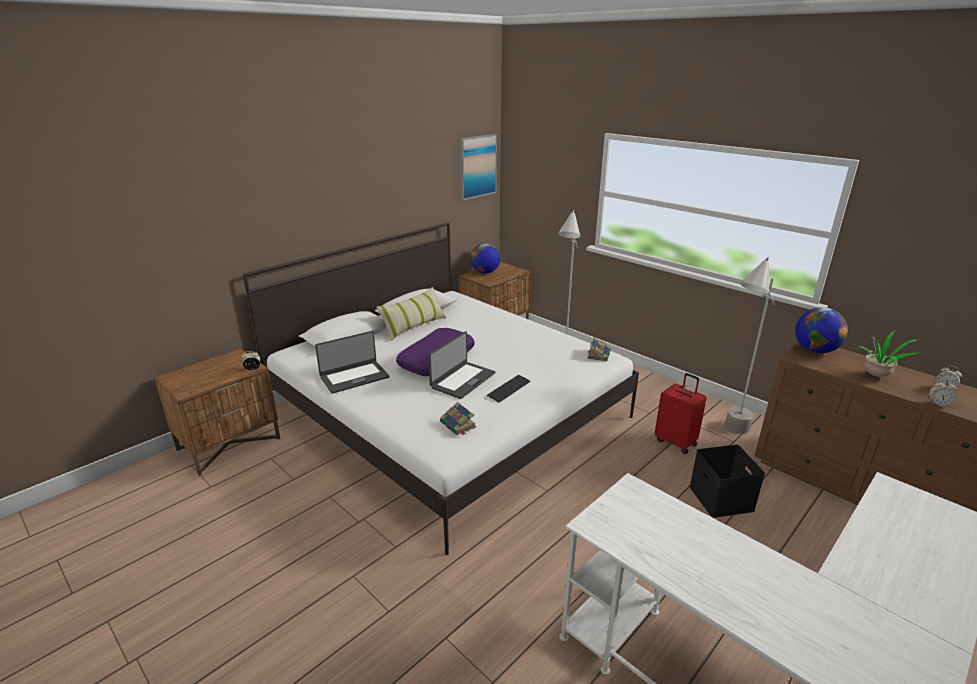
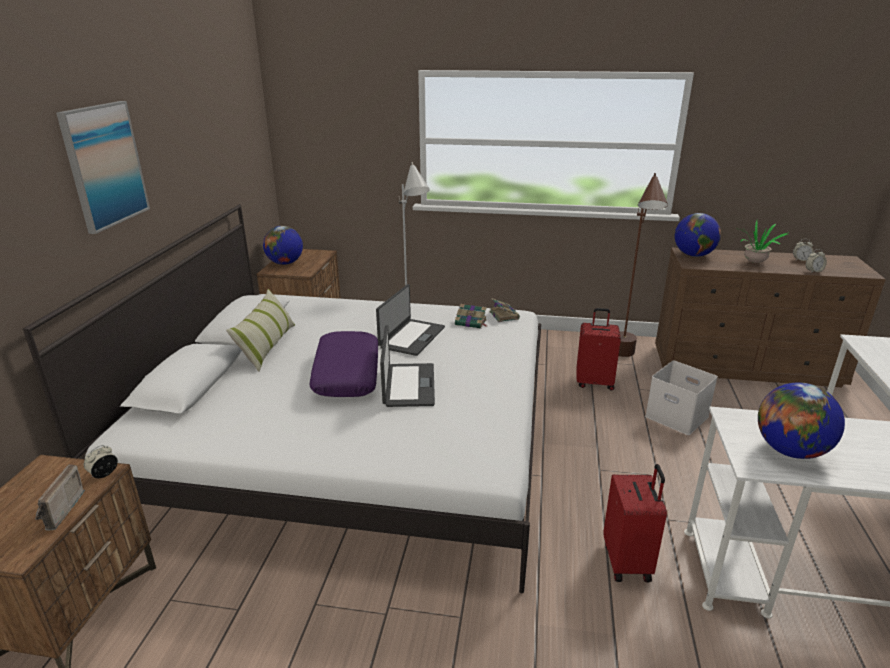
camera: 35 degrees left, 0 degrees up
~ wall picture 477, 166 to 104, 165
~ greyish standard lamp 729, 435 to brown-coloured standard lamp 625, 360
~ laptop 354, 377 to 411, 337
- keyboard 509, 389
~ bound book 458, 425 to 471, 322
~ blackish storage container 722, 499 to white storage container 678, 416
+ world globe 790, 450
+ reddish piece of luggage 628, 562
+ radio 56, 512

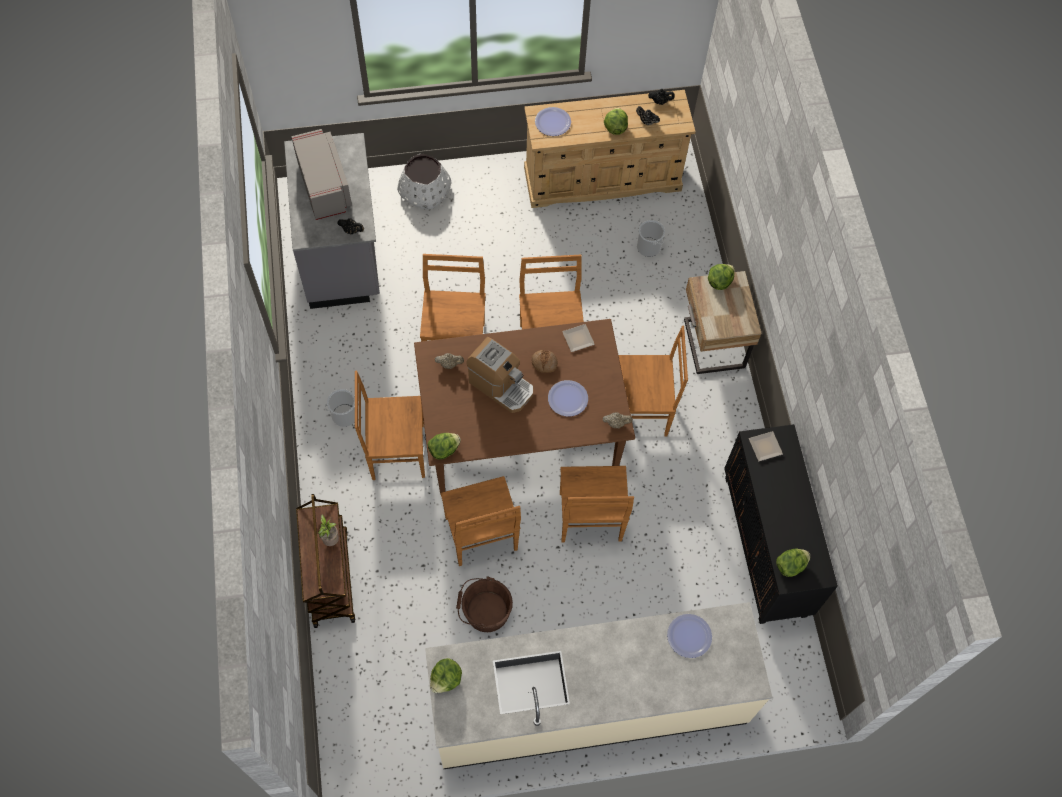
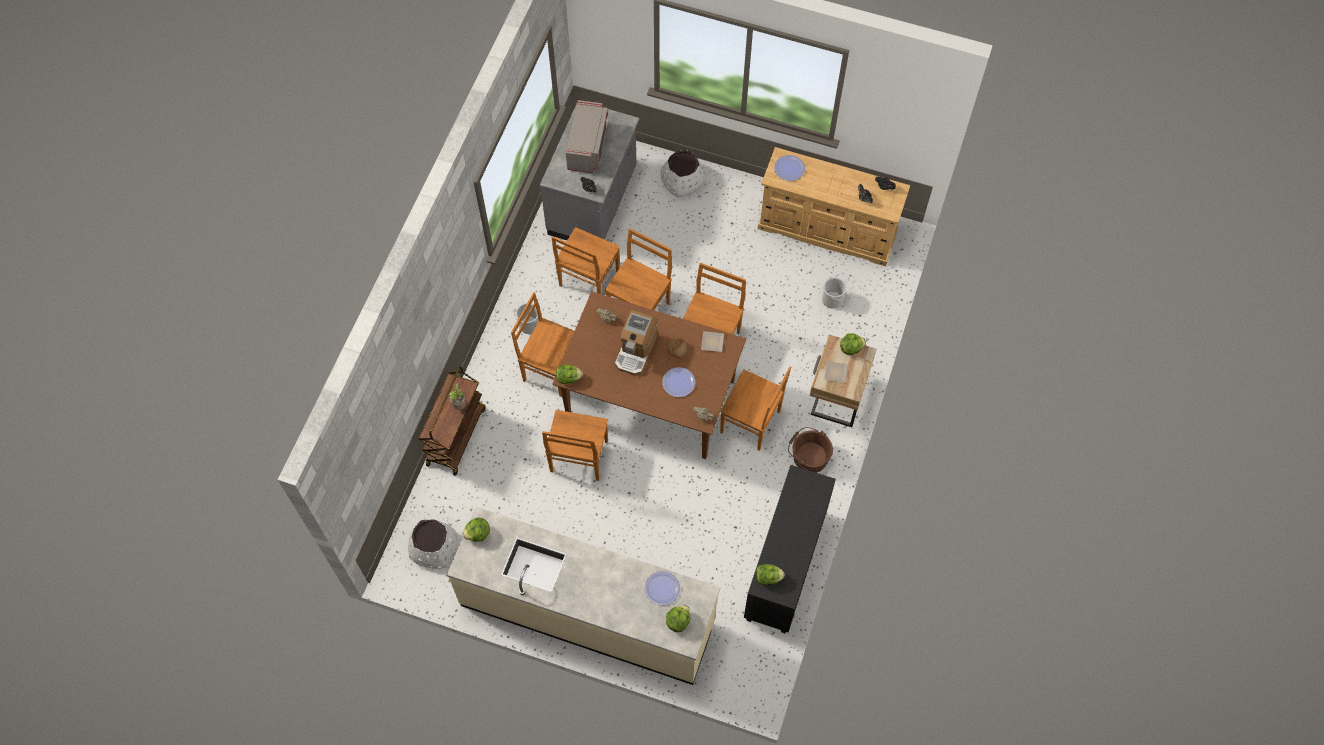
camera: 30 degrees right, 0 degrees up
~ lettuce 615, 128 to 678, 621
~ coffee maker 501, 386 = 636, 351 45 degrees clockwise
~ flat dish 765, 446 to 836, 372
~ brown-coloured upright chair 590, 519 to 588, 280
~ brown-coloured pail 484, 611 to 808, 456
+ white flower pot 434, 547

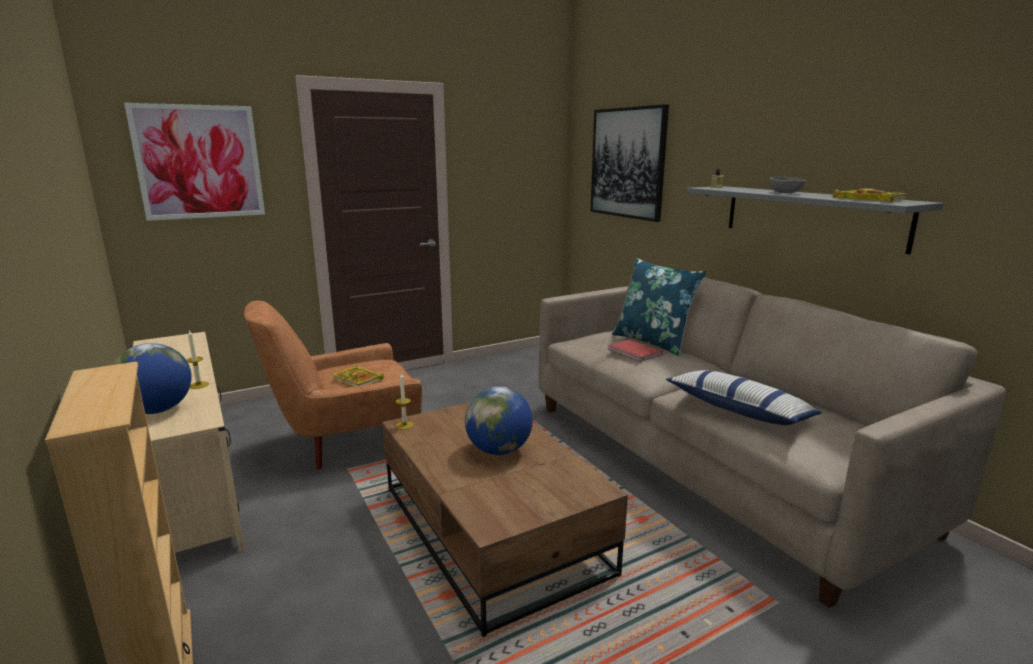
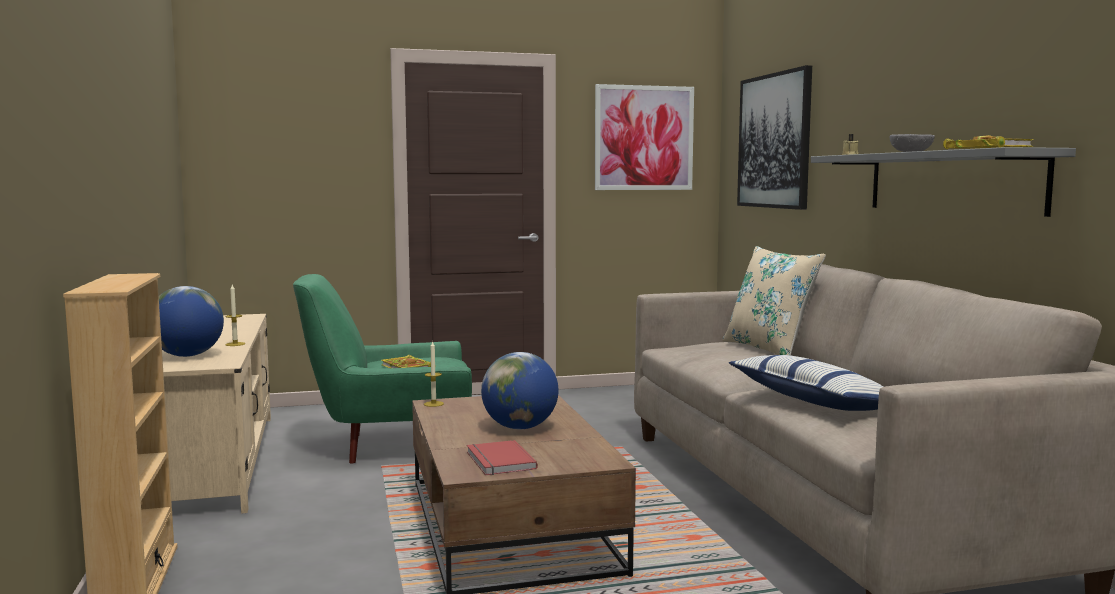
camera: 15 degrees right, 10 degrees down
~ wall picture 199, 162 to 644, 138
~ bluish cushion 653, 342 to sand-coloured cushion 769, 349
~ brown-coloured armchair 347, 443 to green armchair 392, 446
~ reddish bound book 633, 353 to 498, 461

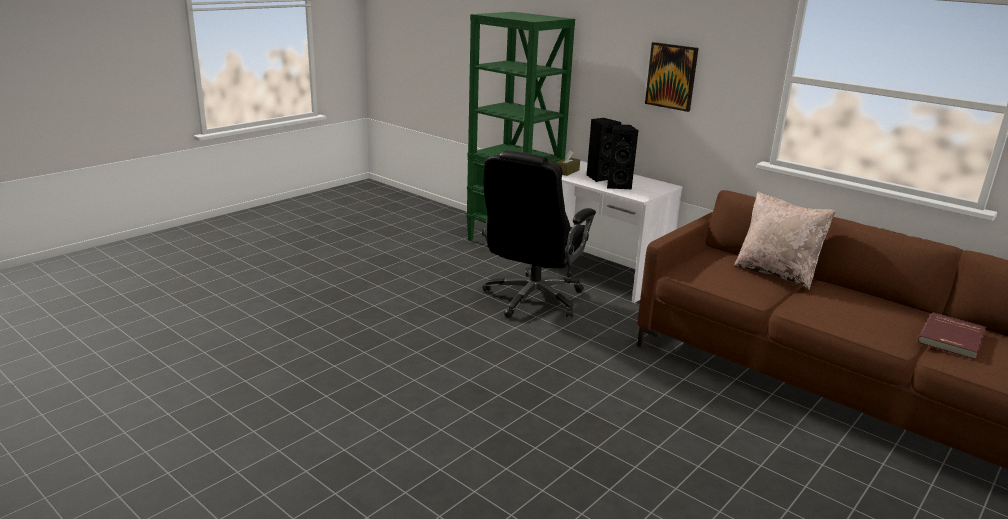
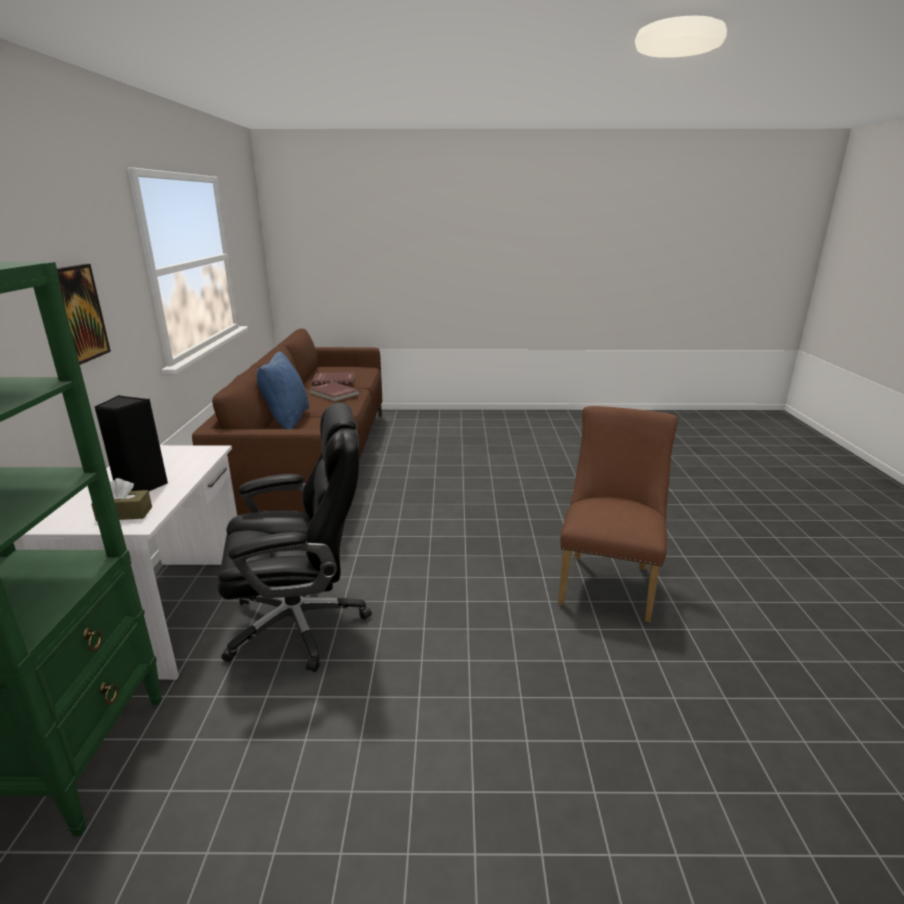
camera: 130 degrees left, 0 degrees up
- blackish speaker 618, 185
~ sand-coloured cushion 776, 273 to bluish cushion 287, 420
+ reddish bound book 333, 394
+ brown-coloured upright chair 608, 581

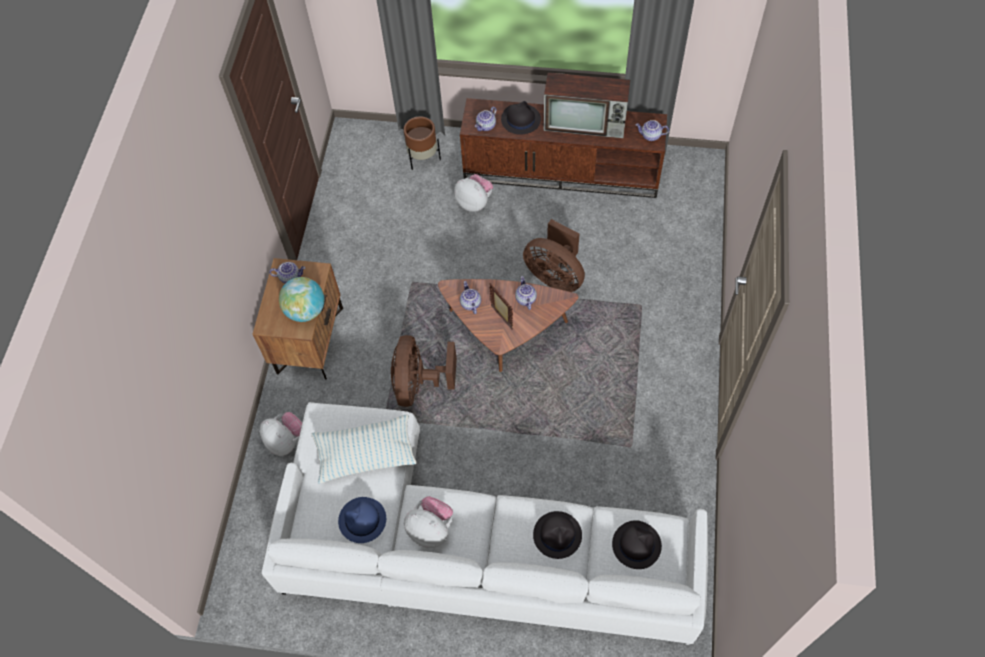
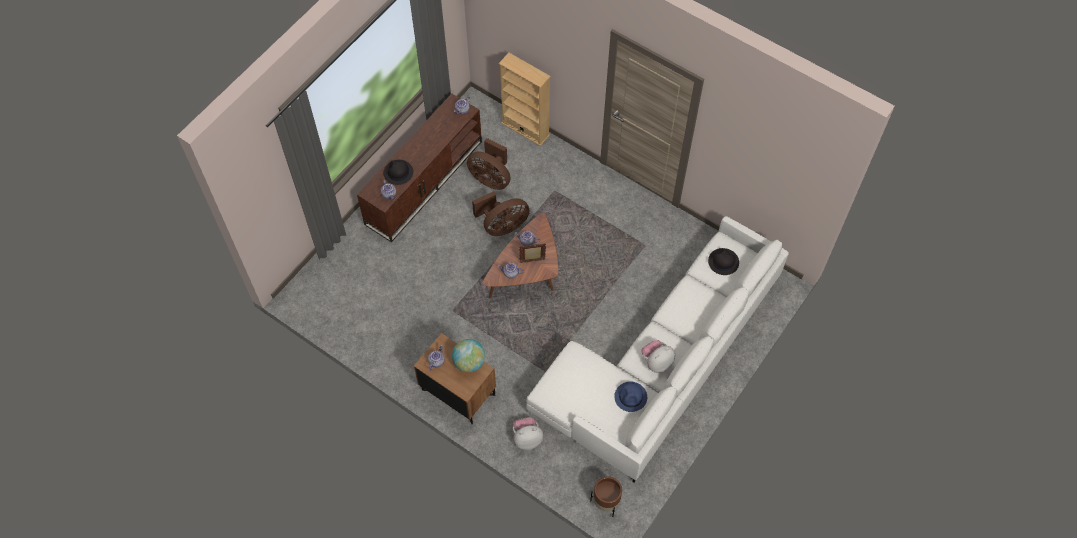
camera: 65 degrees left, 0 degrees up
- TV set 586, 123
~ brown-coloured flower pot 423, 158 to 606, 503
- plush toy 474, 202
~ brown-coloured cooling fan 419, 384 to 491, 178
- cushion 365, 454
- blackish wearable hat 558, 535
+ sand-coloured bookshelf 525, 129

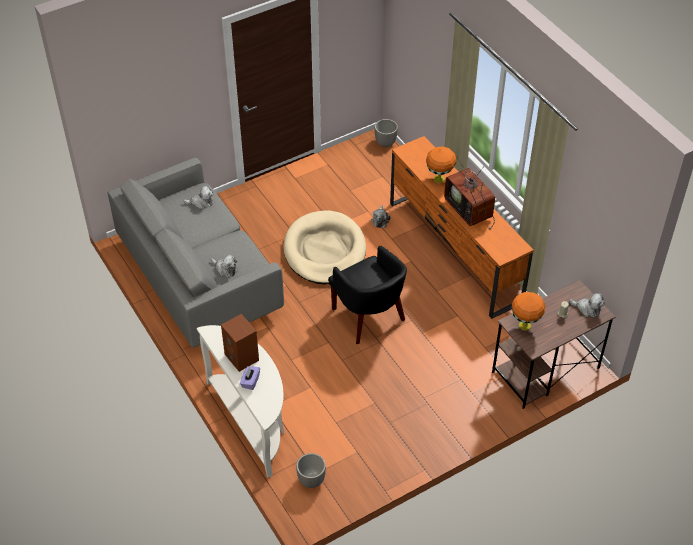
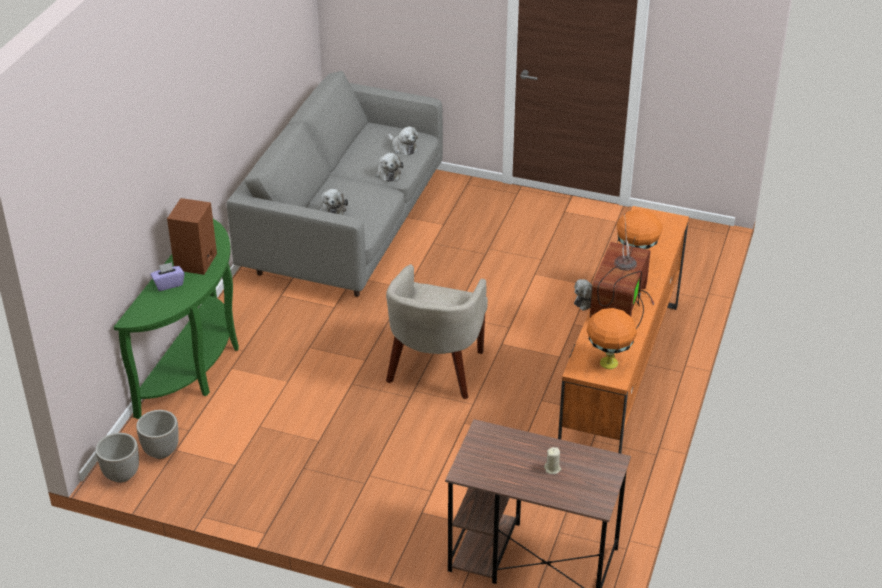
camera: 50 degrees right, 10 degrees down
~ flower pot 385, 143 to 121, 475
- sand-coloured dog cushion 325, 251
~ blackish armchair 369, 317 to sand-coloured armchair 435, 370
~ orange table lamp 525, 326 to 608, 363
~ plush toy 587, 309 to 388, 173
~ white console table 252, 421 to green console table 197, 366

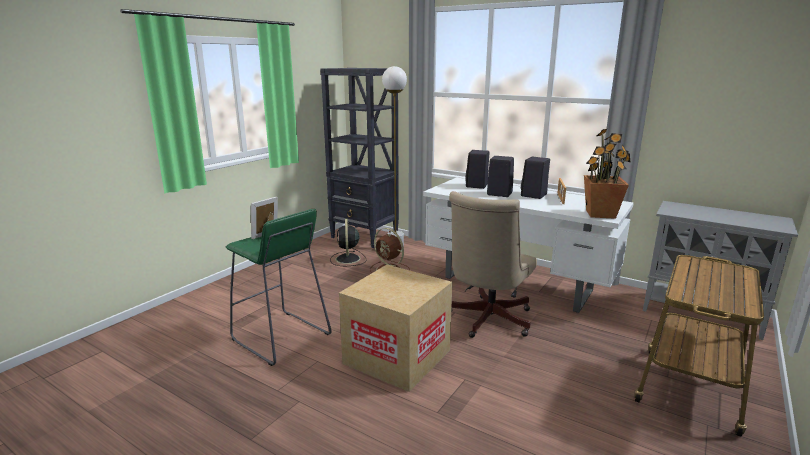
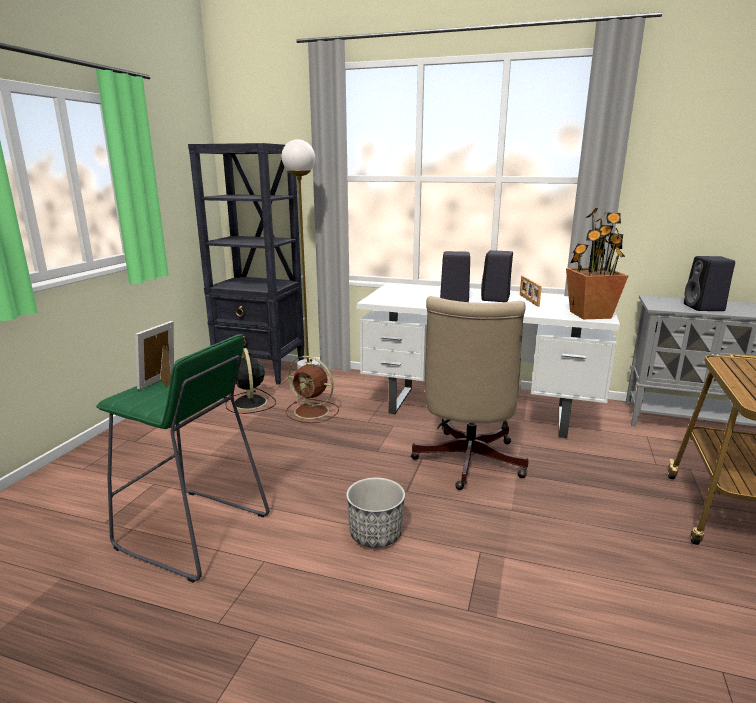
camera: 15 degrees left, 0 degrees up
~ blackish speaker 477, 186 to 704, 308
~ packing box 397, 357 to flower pot 376, 534

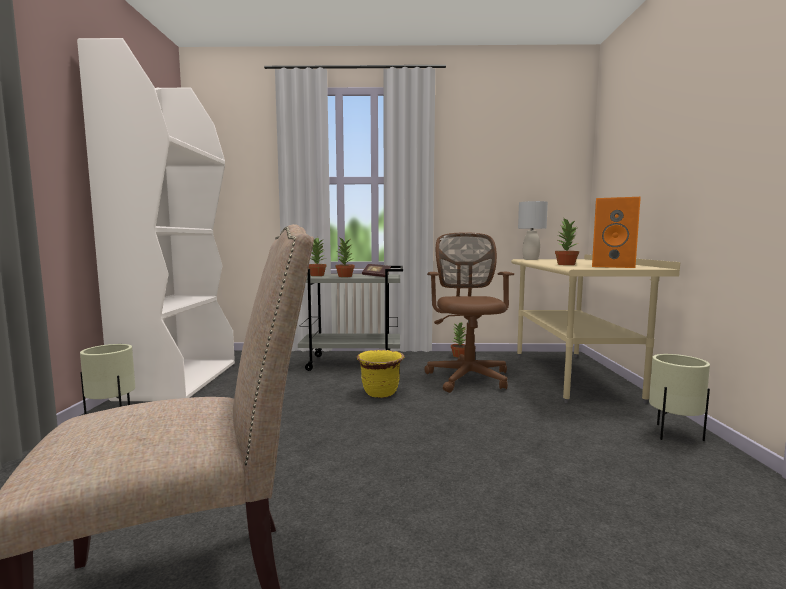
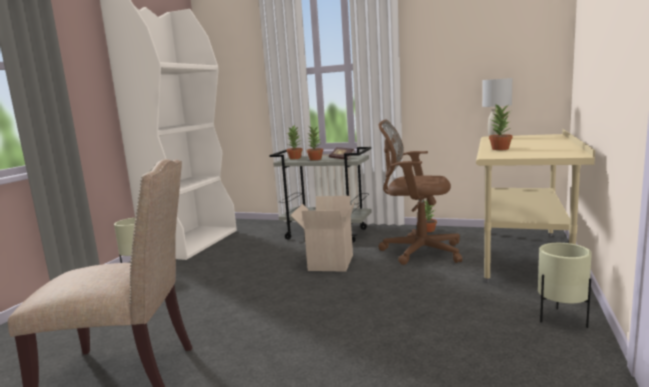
camera: 20 degrees right, 5 degrees up
- orange speaker 613, 266
~ brown-coloured computer chair 468, 376 = 418, 251 90 degrees counterclockwise
~ yellowish flower pot 380, 393 to packing box 329, 262

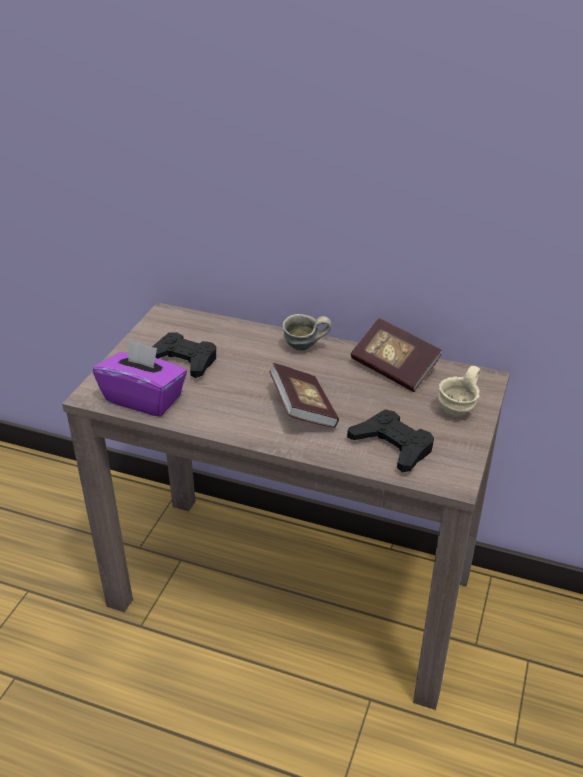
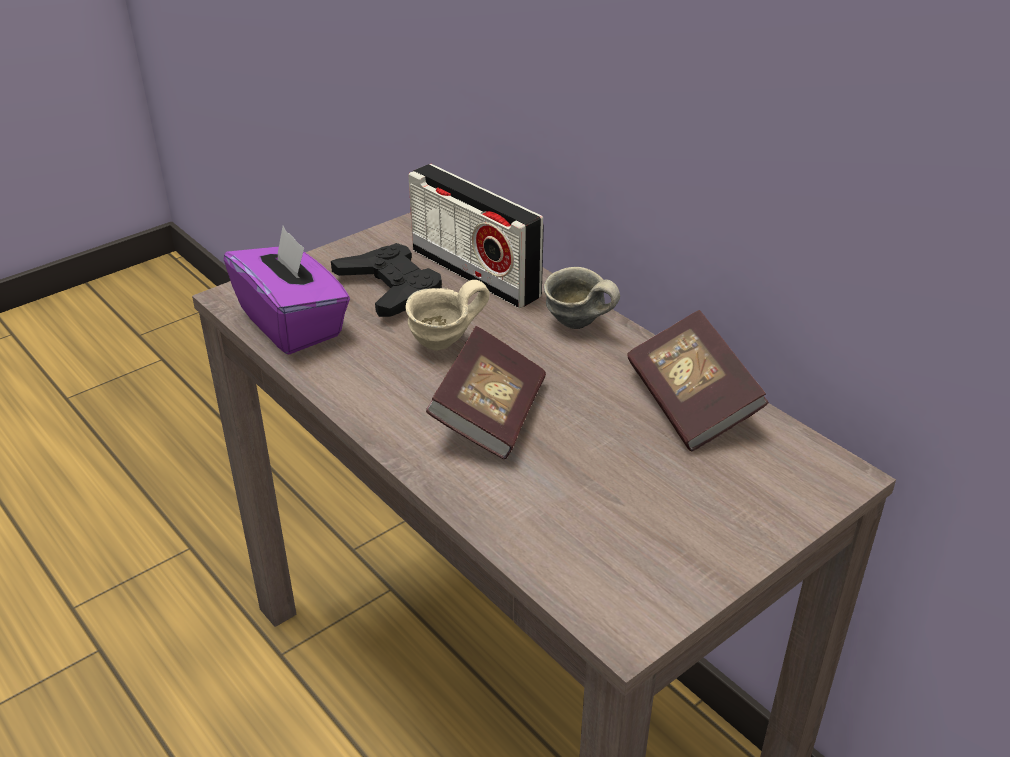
camera: 30 degrees right, 0 degrees up
~ sand-coloured mug 459, 411 to 446, 345
- blackish gamepad 392, 446
+ radio 475, 273

